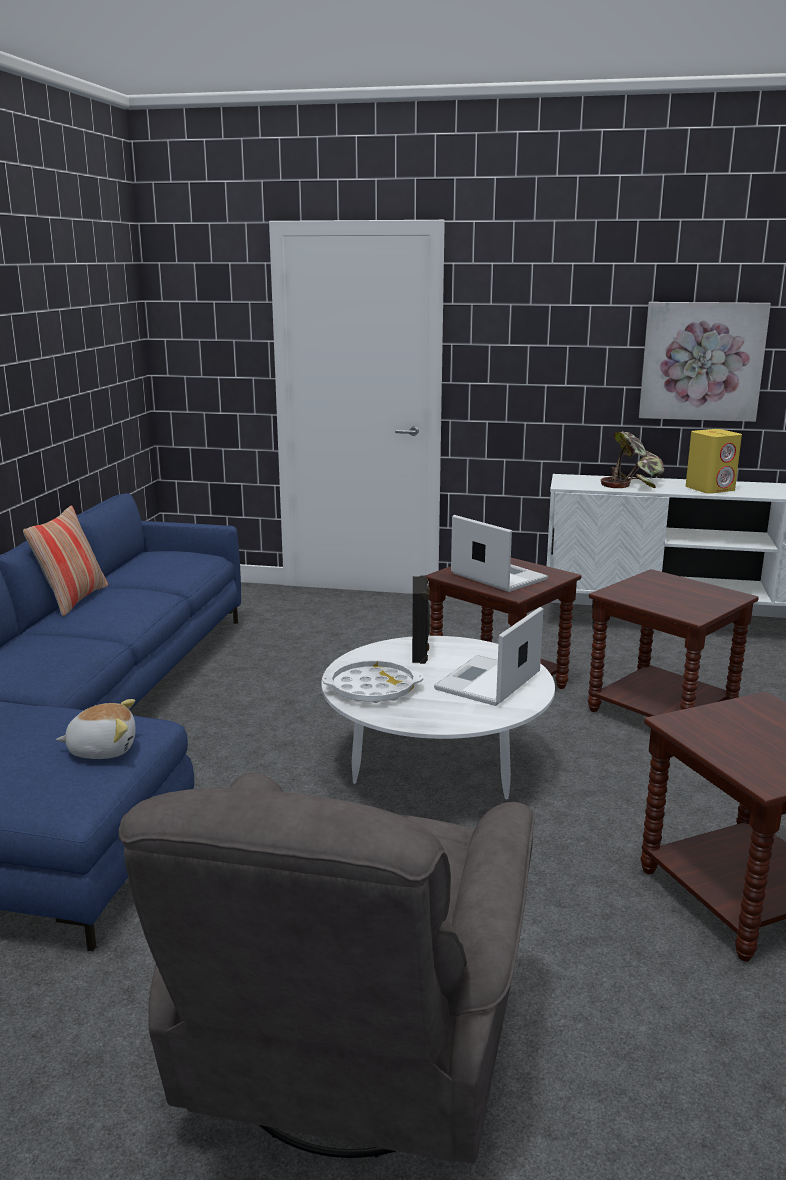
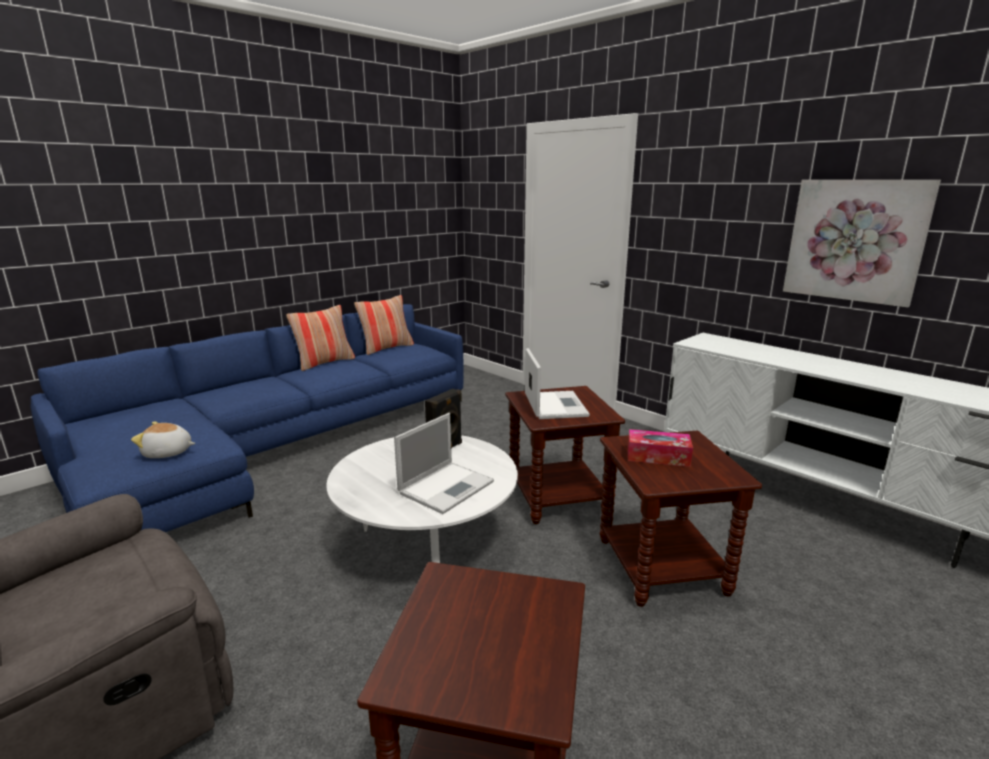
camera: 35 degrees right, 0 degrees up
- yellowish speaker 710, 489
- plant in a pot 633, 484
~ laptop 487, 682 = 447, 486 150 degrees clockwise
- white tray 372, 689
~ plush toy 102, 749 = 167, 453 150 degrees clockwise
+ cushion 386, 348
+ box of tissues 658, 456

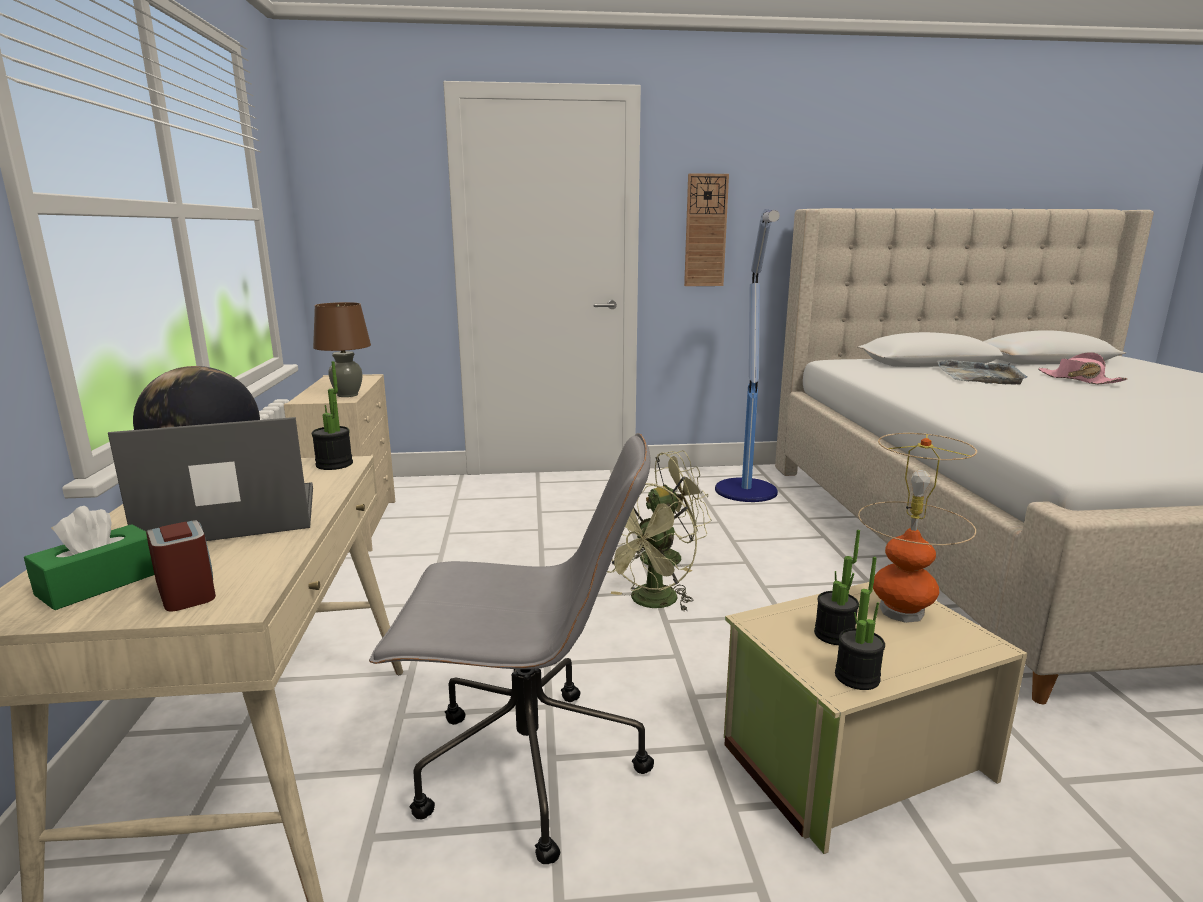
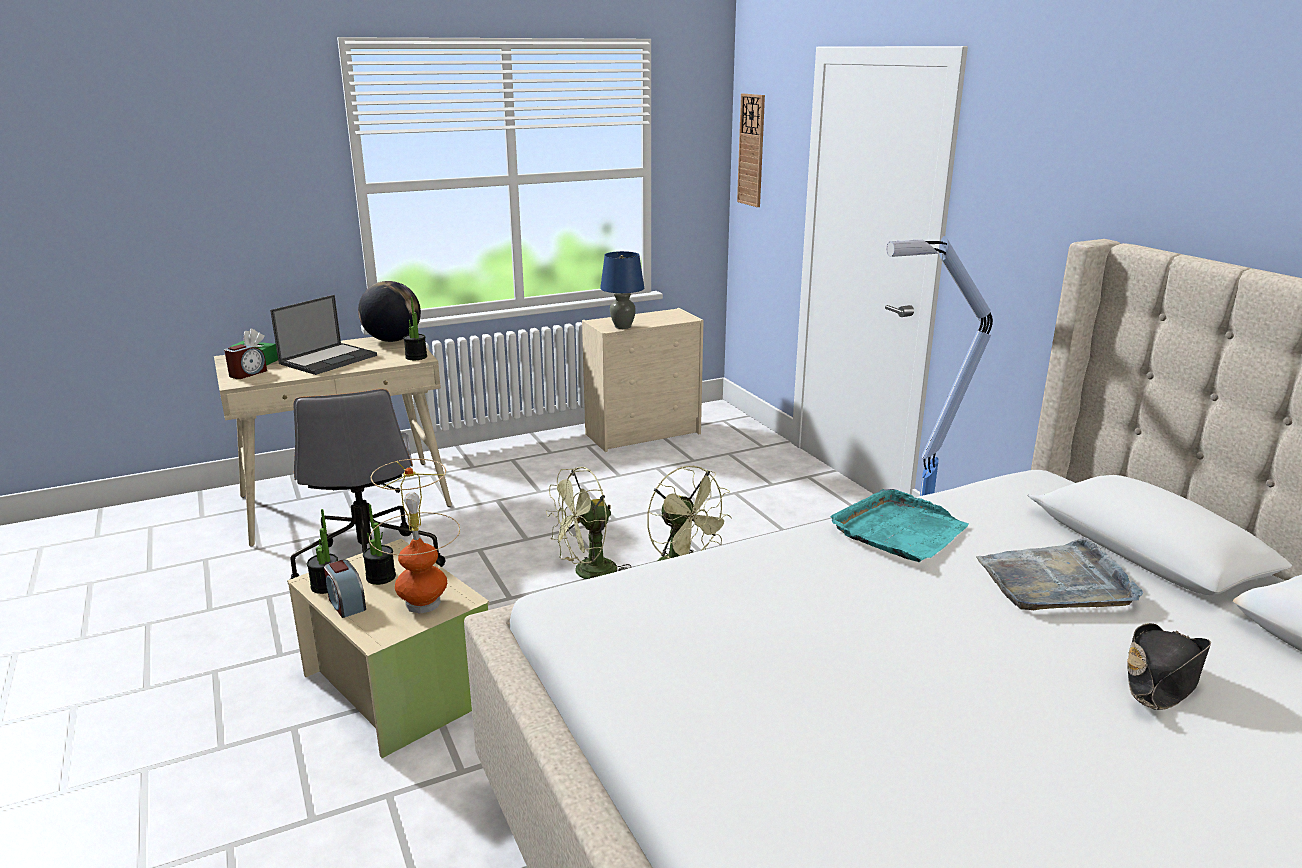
camera: 70 degrees right, 5 degrees up
~ hanging clock 705, 231 to 751, 150
~ brown-coloured table lamp 347, 395 to bluish table lamp 622, 327
~ pink wearable hat 1078, 380 to blackish wearable hat 1162, 677
~ laptop 229, 517 = 329, 359 75 degrees clockwise
~ green cooling fan 650, 603 = 587, 574 45 degrees counterclockwise
+ turquoise tray 899, 530
+ table clock 346, 604

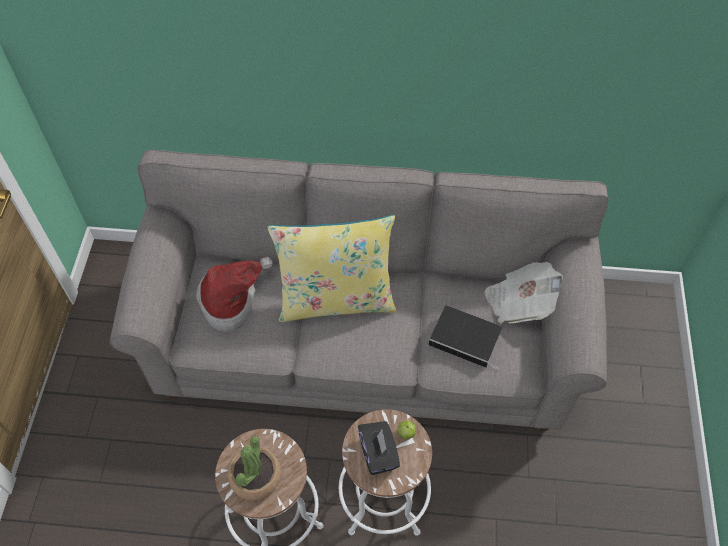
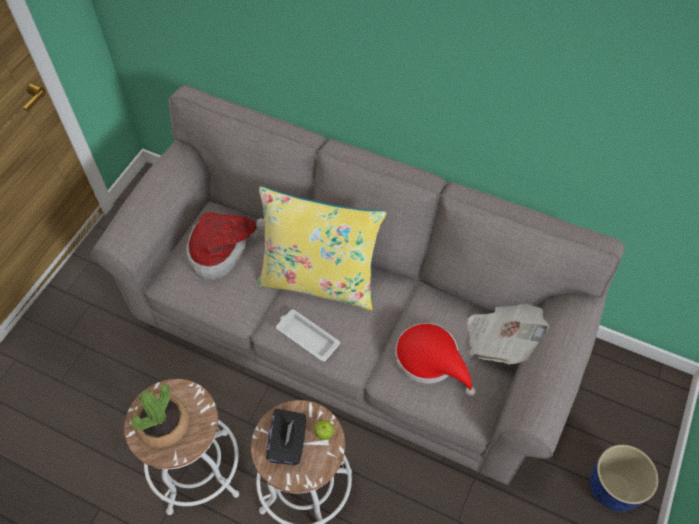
camera: 20 degrees right, 0 degrees up
~ bound book 467, 339 to reddish wearable hat 431, 360
+ white tray 306, 336
+ flower pot 612, 489

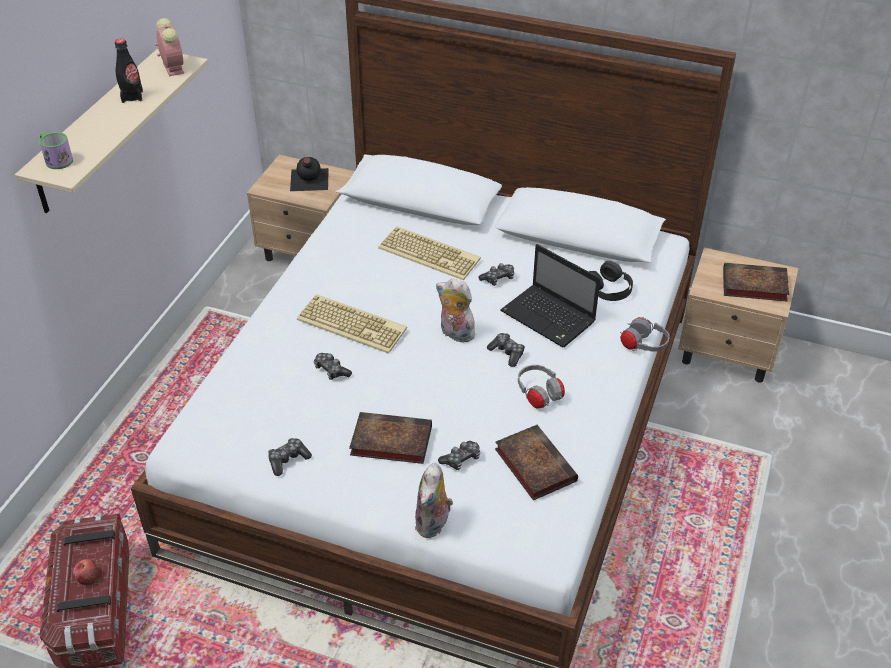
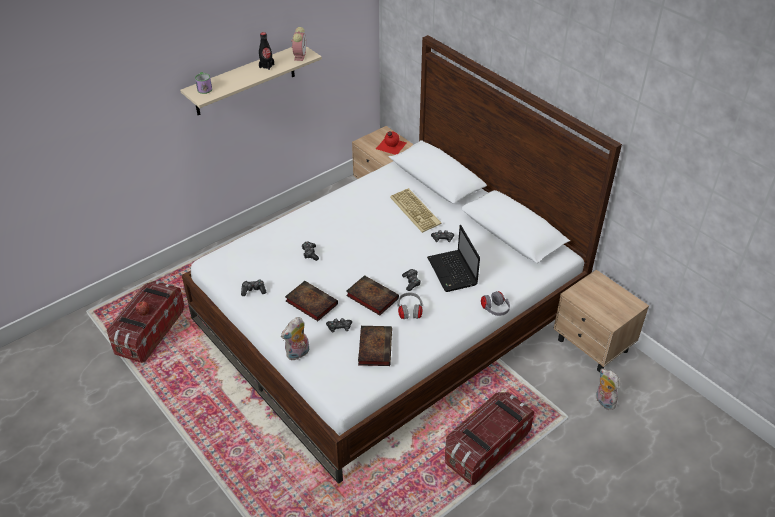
camera: 30 degrees right, 0 degrees up
~ blackish beverage bottle 308, 180 to reddish beverage bottle 390, 145
- blackish headphones 609, 288
~ bound book 752, 285 to 371, 297
~ plush toy 455, 334 to 603, 401
- keyboard 353, 324
+ storage container 486, 448

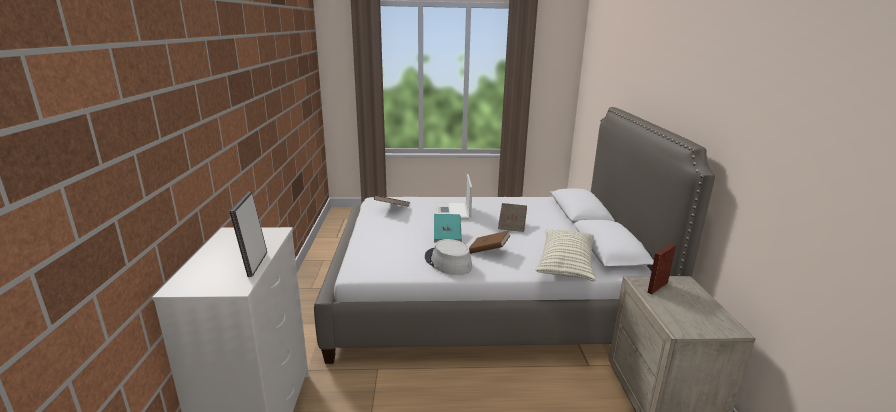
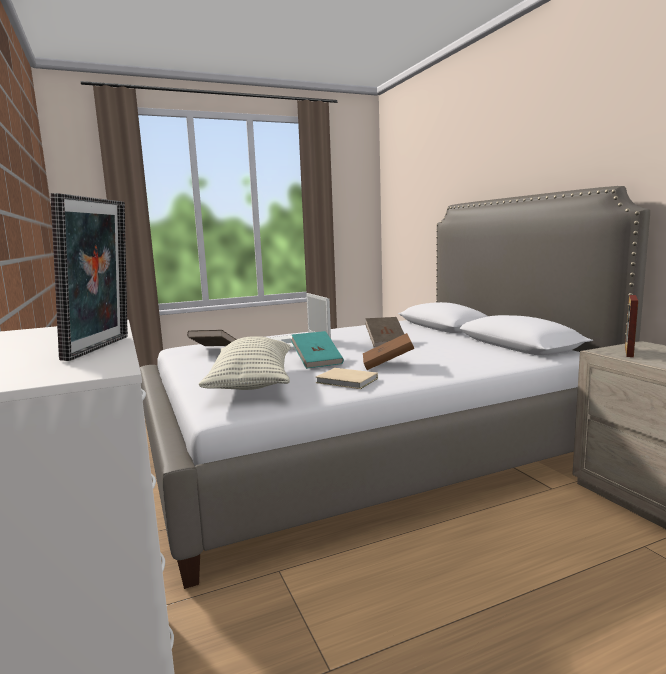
camera: 20 degrees left, 10 degrees down
~ standing frame 254, 264 = 104, 347 150 degrees counterclockwise
~ cushion 566, 265 to 252, 383
~ greyish wearable hat 447, 262 to sand-coloured bound book 347, 381

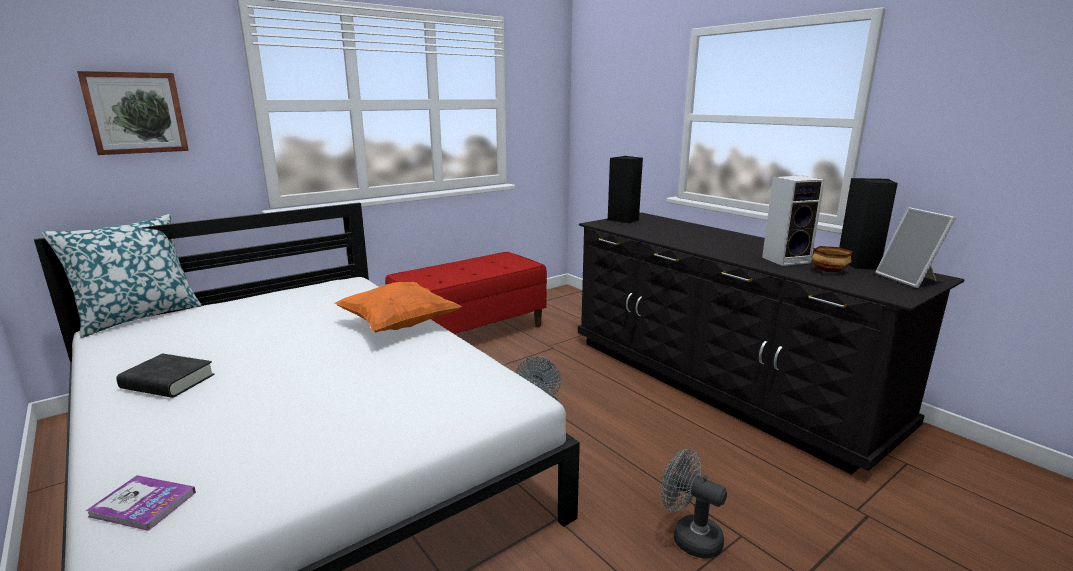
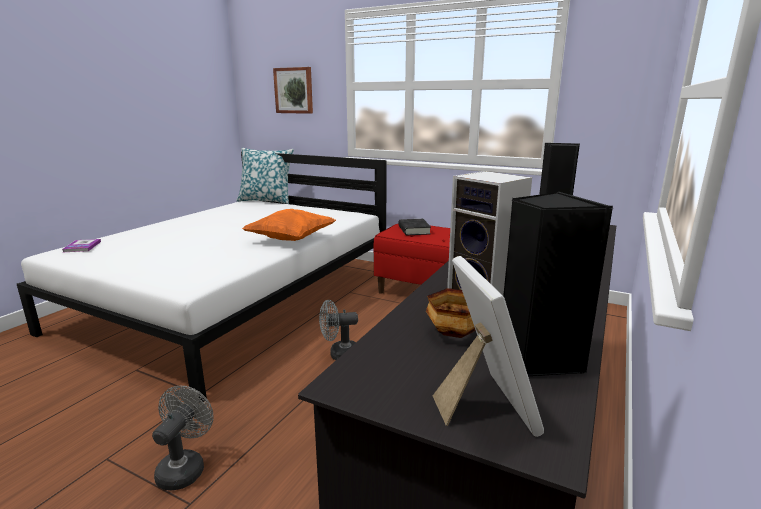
camera: 65 degrees right, 0 degrees up
~ standing frame 909, 279 = 482, 405 120 degrees clockwise
~ blackish bound book 168, 382 to 414, 230

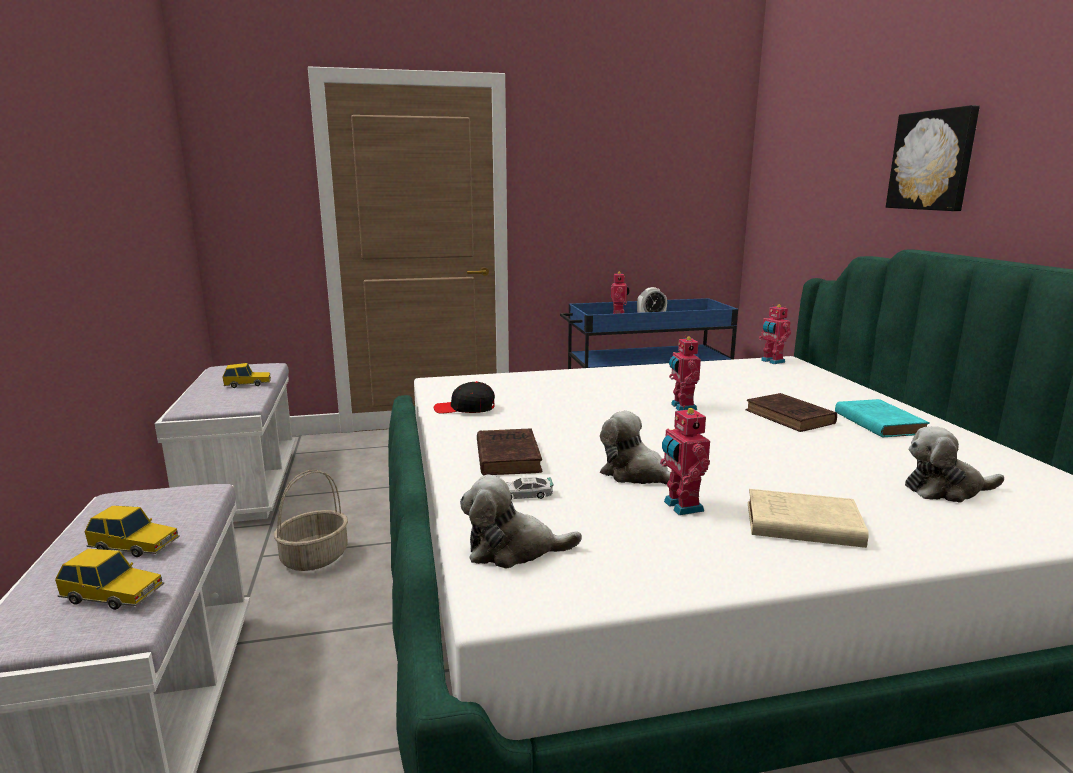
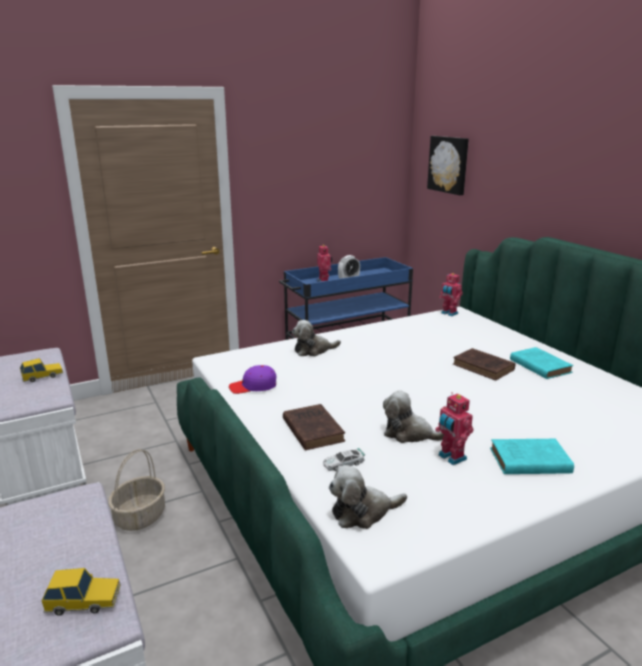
camera: 15 degrees left, 5 degrees up
~ wall picture 933, 160 to 449, 164
- toy robot 682, 407
~ blackish baseball cap 465, 409 to purplish baseball cap 253, 386
~ plush toy 945, 489 to 313, 350
~ sand-coloured bound book 799, 524 to turquoise bound book 527, 461
- model car 135, 545

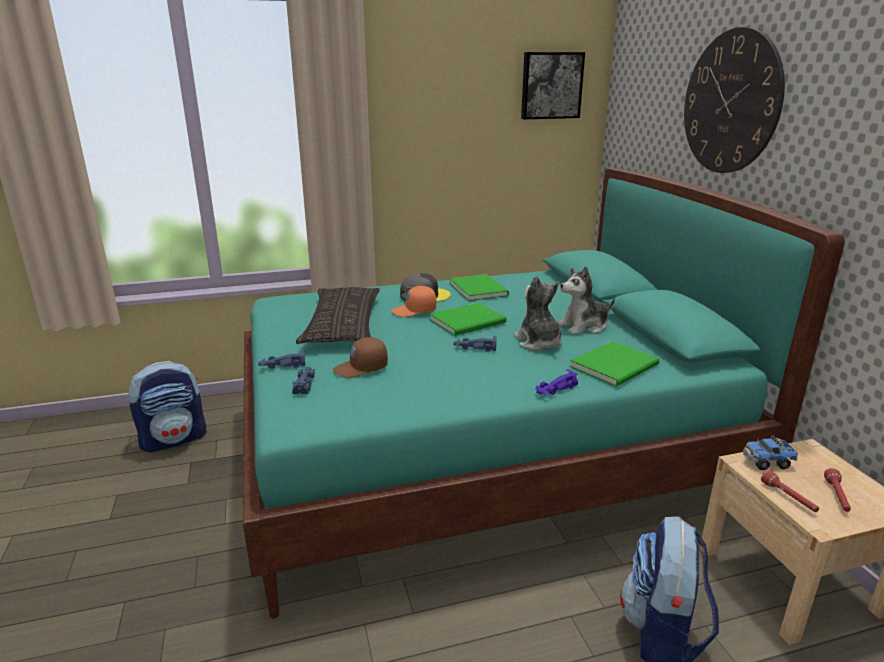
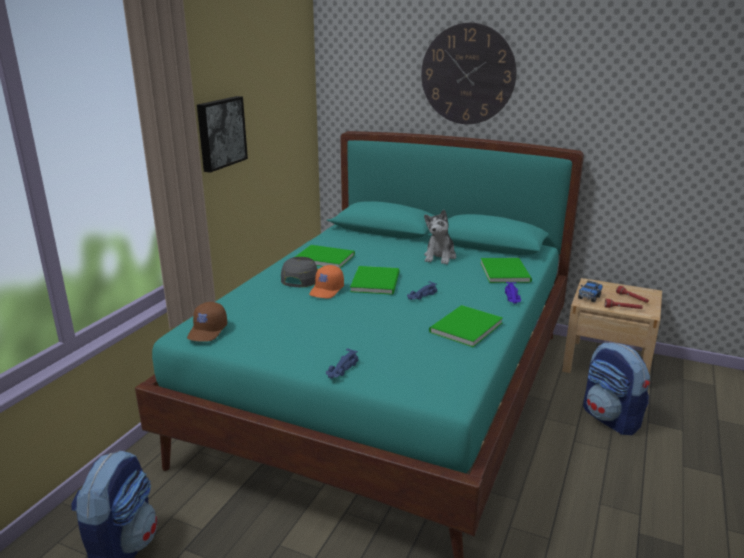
camera: 50 degrees left, 0 degrees up
~ wall picture 551, 85 to 220, 133
- plush toy 538, 342
- cushion 343, 324
~ brown-coloured baseball cap 361, 368 to 208, 331
- bluish model car 304, 383
+ green bound book 463, 328

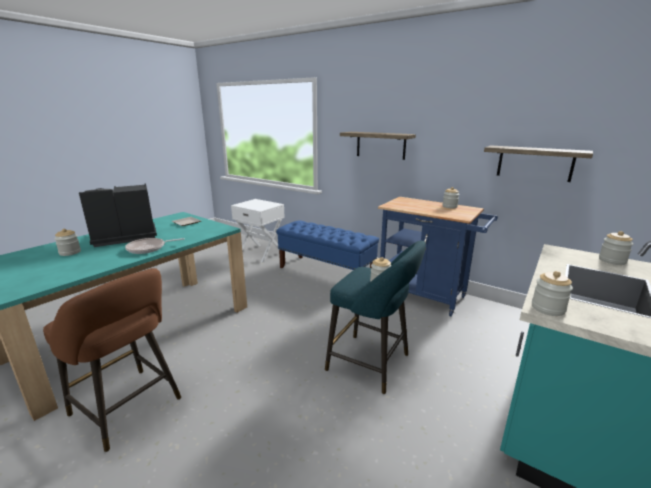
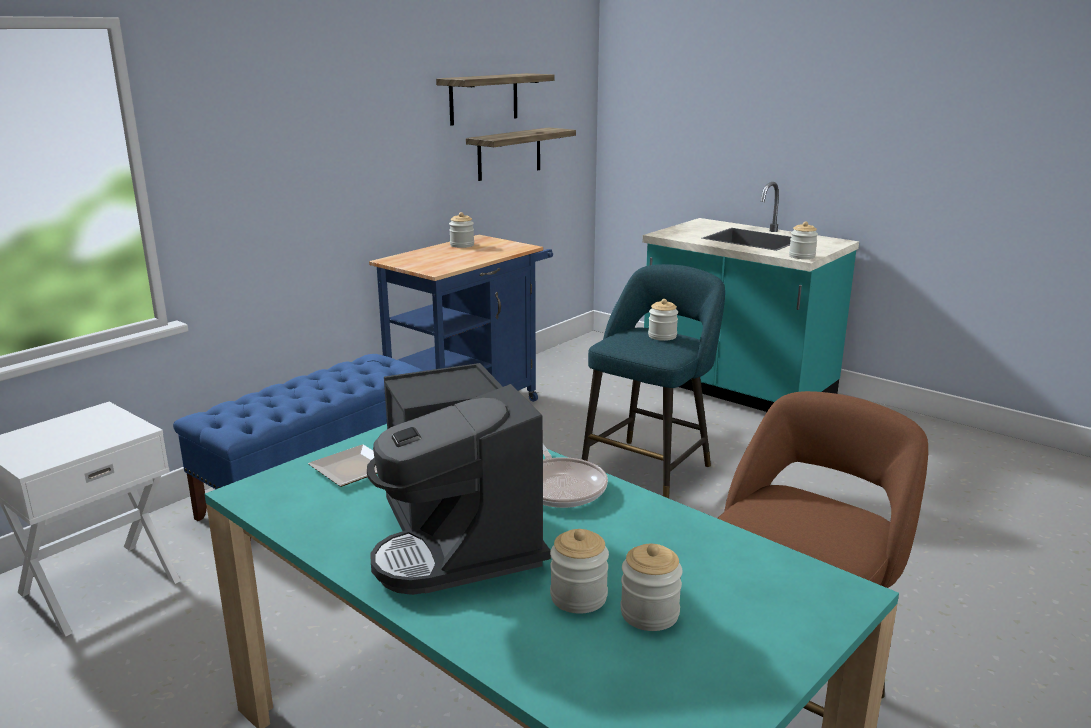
camera: 85 degrees left, 0 degrees up
~ wall shelf 380, 145 to 484, 98
~ preserve jar 612, 260 to 649, 614

